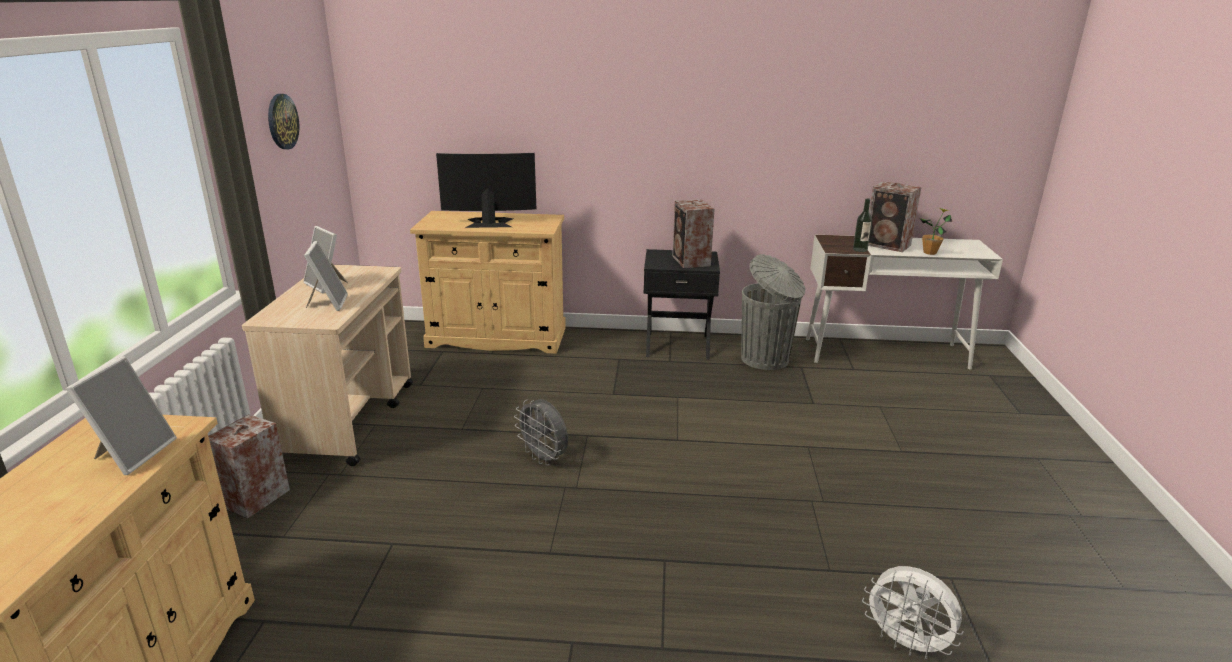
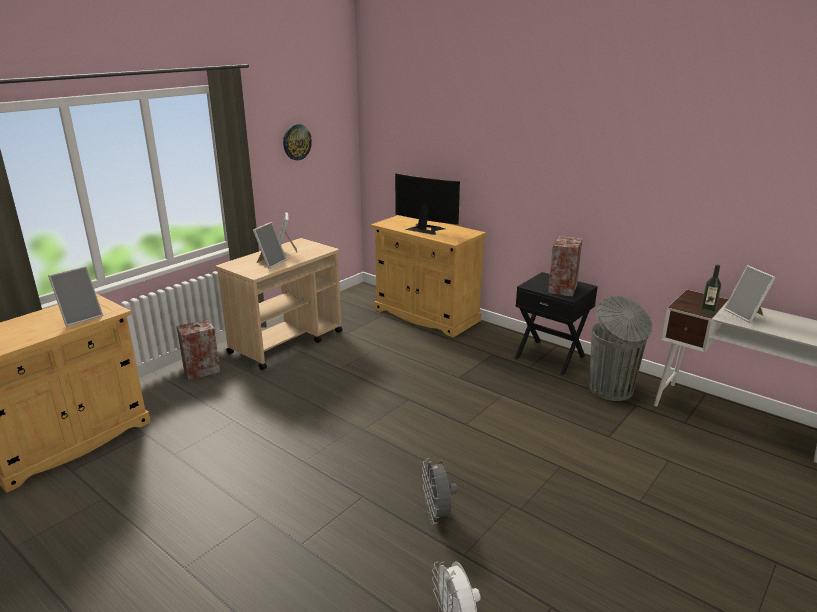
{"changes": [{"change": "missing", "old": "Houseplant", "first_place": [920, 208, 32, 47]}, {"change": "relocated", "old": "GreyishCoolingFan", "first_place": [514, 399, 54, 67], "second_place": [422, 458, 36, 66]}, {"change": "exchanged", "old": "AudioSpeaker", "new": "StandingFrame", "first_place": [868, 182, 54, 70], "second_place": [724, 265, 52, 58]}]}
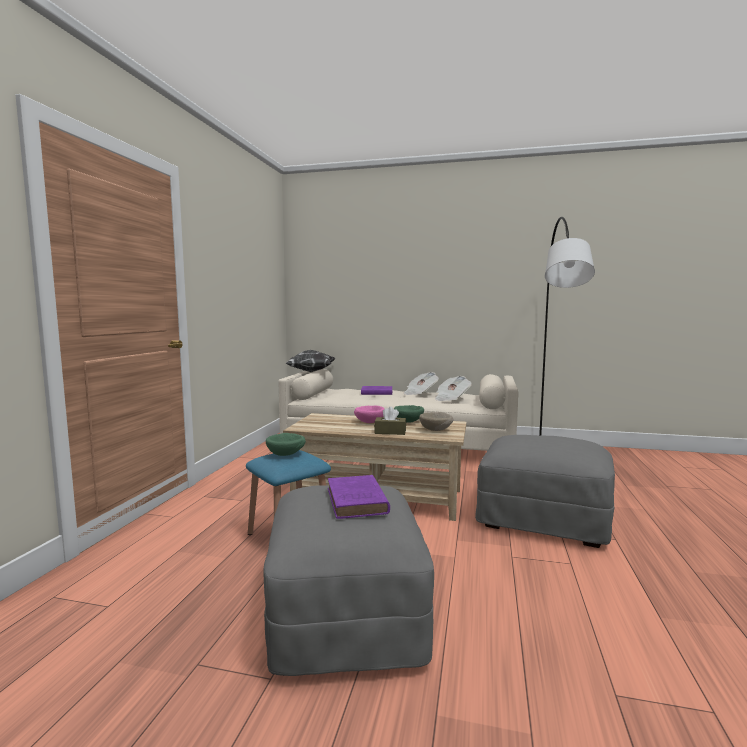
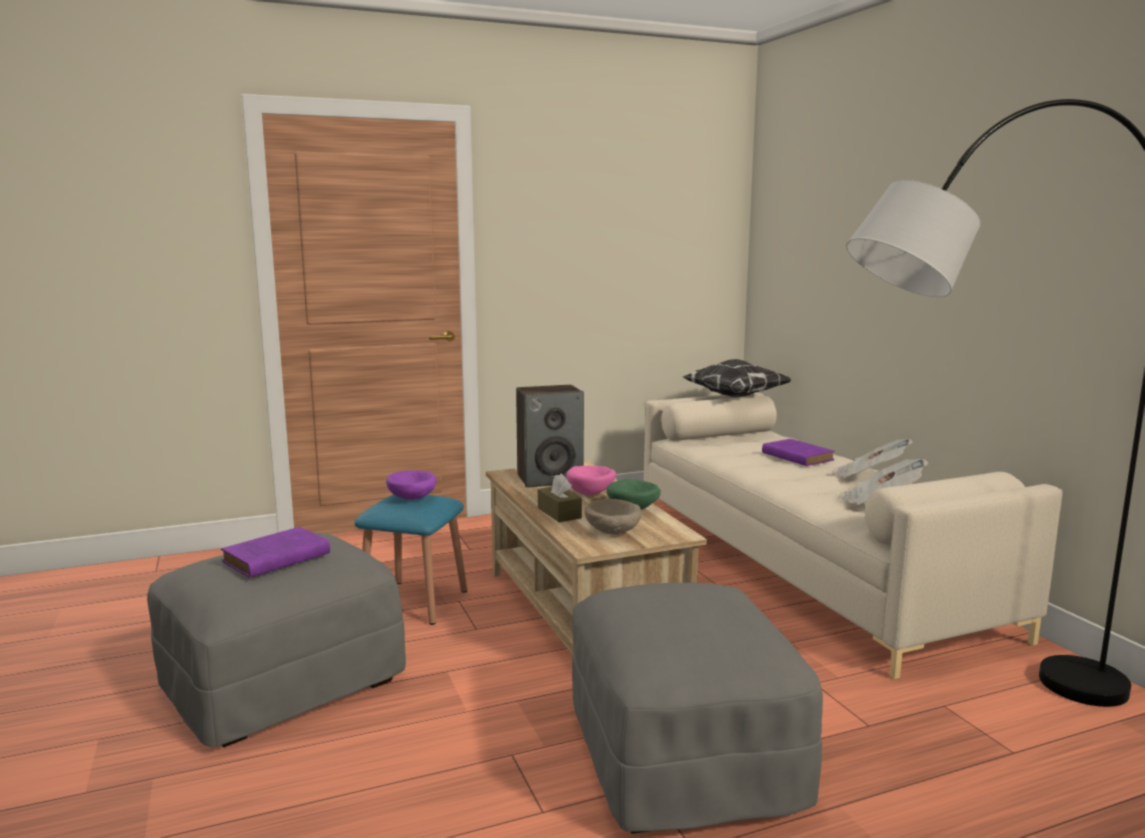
{"changes": [{"change": "appeared", "new": "AudioSpeaker", "second_place": [516, 385, 68, 103]}, {"change": "colour", "old": "GreenColouredBowl", "new": "PurpleColouredBowl", "first_place": [266, 433, 40, 23], "second_place": [386, 470, 51, 30]}]}
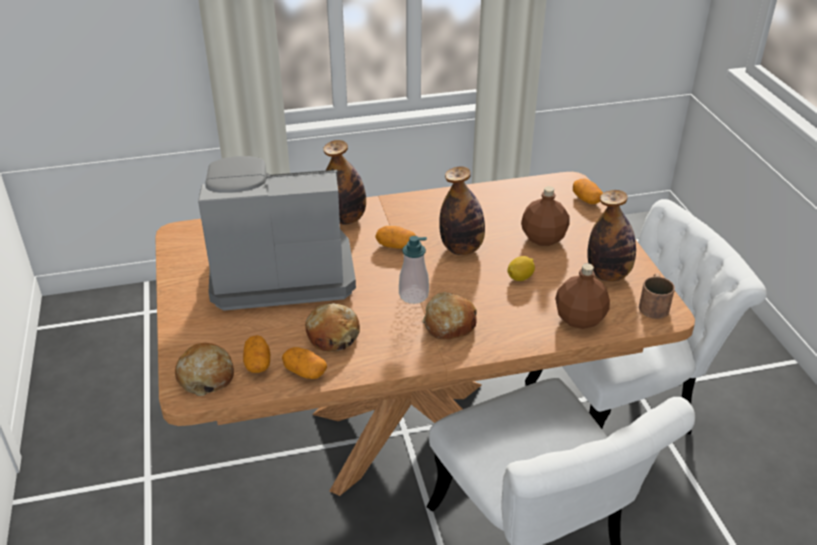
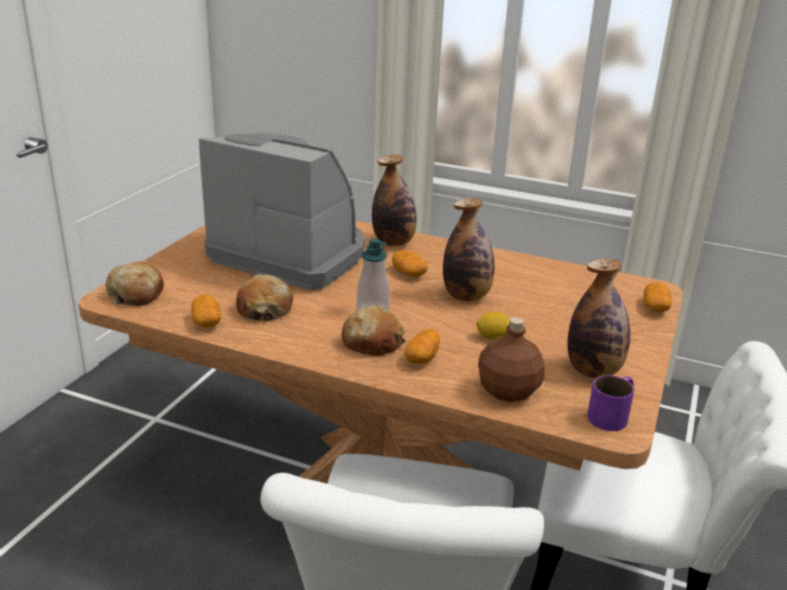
{"changes": [{"change": "missing", "old": "BrownishBeverageBottle", "first_place": [521, 186, 49, 60]}, {"change": "relocated", "old": "Potato", "first_place": [243, 335, 28, 38], "second_place": [404, 329, 36, 35]}, {"change": "colour", "old": "BrownishCoffeeMug", "new": "PurpleColouredCoffeeMug", "first_place": [639, 273, 36, 46], "second_place": [587, 375, 47, 56]}]}
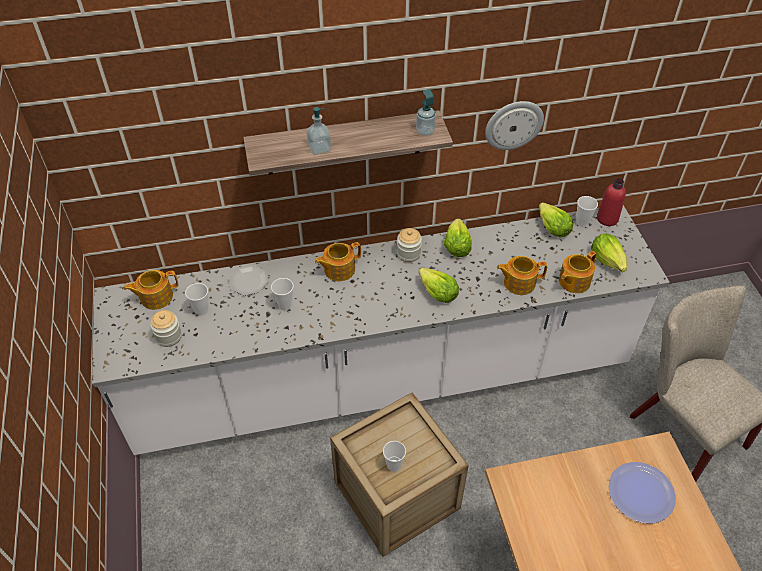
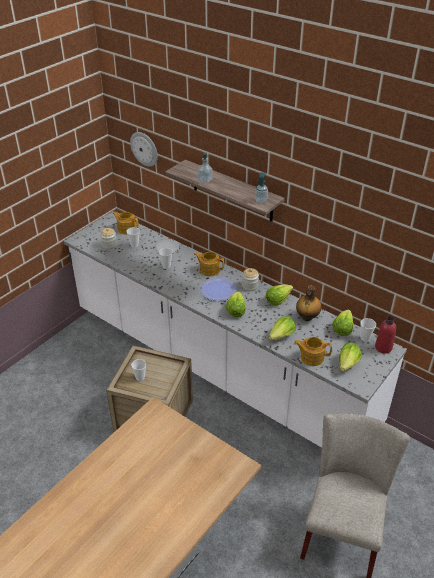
{"changes": [{"change": "appeared", "new": "BeverageBottle", "second_place": [296, 285, 25, 36]}, {"change": "relocated", "old": "HangingClock", "first_place": [485, 101, 59, 49], "second_place": [130, 132, 28, 35]}, {"change": "relocated", "old": "Plate", "first_place": [608, 462, 68, 62], "second_place": [200, 277, 37, 24]}, {"change": "exchanged", "old": "TeaPot", "new": "Lettuce", "first_place": [497, 256, 50, 39], "second_place": [268, 316, 28, 24]}]}
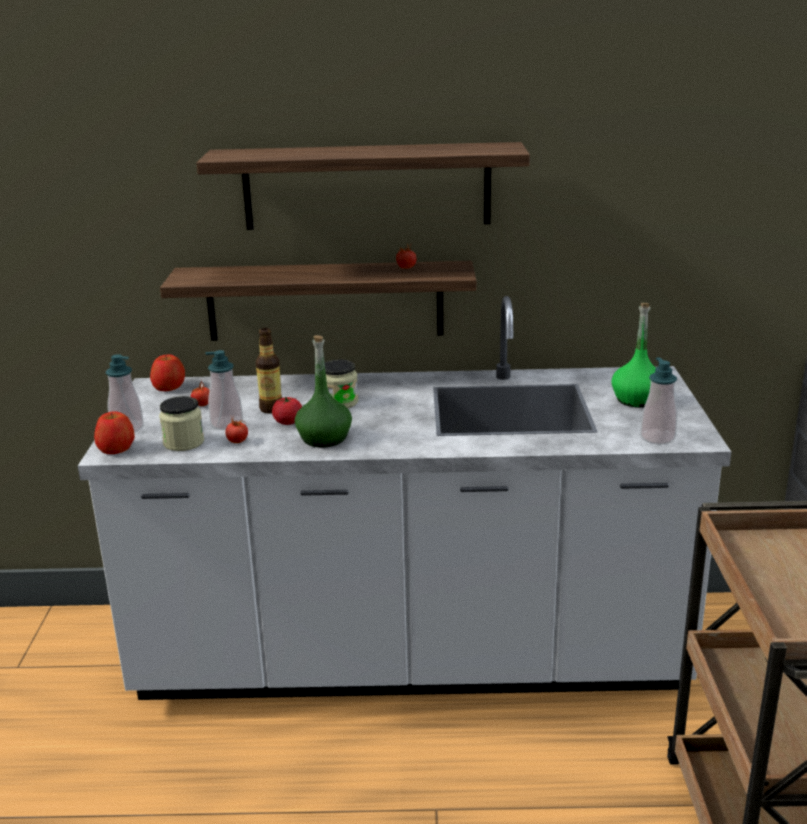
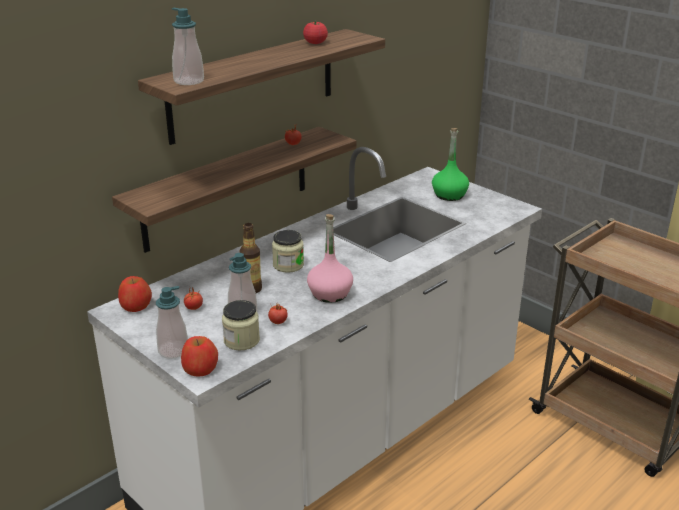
{"changes": [{"change": "relocated", "old": "WholeTomato", "first_place": [272, 397, 30, 28], "second_place": [303, 21, 25, 23]}, {"change": "relocated", "old": "SoapDispenser", "first_place": [640, 357, 37, 87], "second_place": [172, 8, 32, 77]}, {"change": "colour", "old": "GreenColouredBeverageBottle", "new": "PinkishBeverageBottle", "first_place": [295, 335, 57, 112], "second_place": [307, 214, 46, 89]}]}
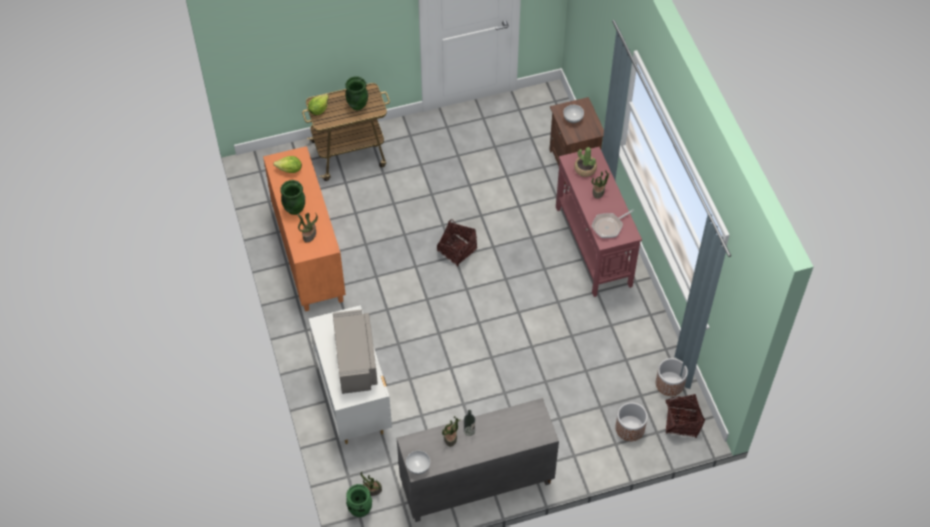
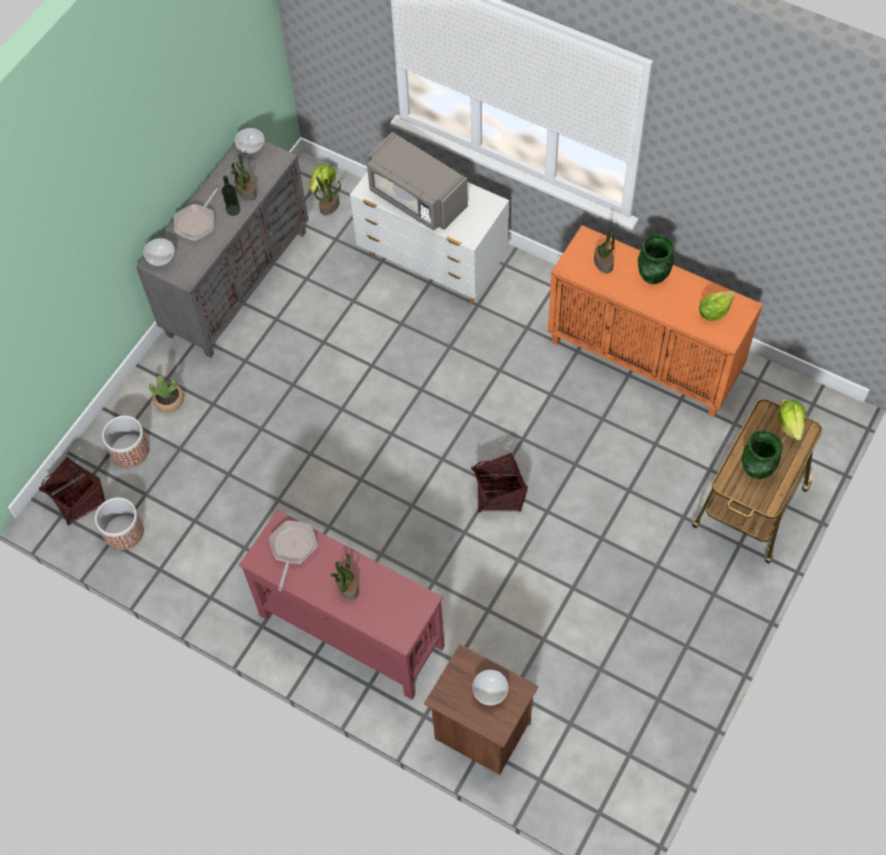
{"changes": [{"change": "appeared", "new": "Bowl", "second_place": [143, 238, 32, 29]}, {"change": "appeared", "new": "Skillet", "second_place": [174, 188, 44, 53]}, {"change": "relocated", "old": "Houseplant", "first_place": [574, 147, 23, 30], "second_place": [149, 375, 35, 37]}, {"change": "exchanged", "old": "GreenColouredVase", "new": "Lettuce", "first_place": [346, 484, 26, 33], "second_place": [308, 164, 28, 29]}]}
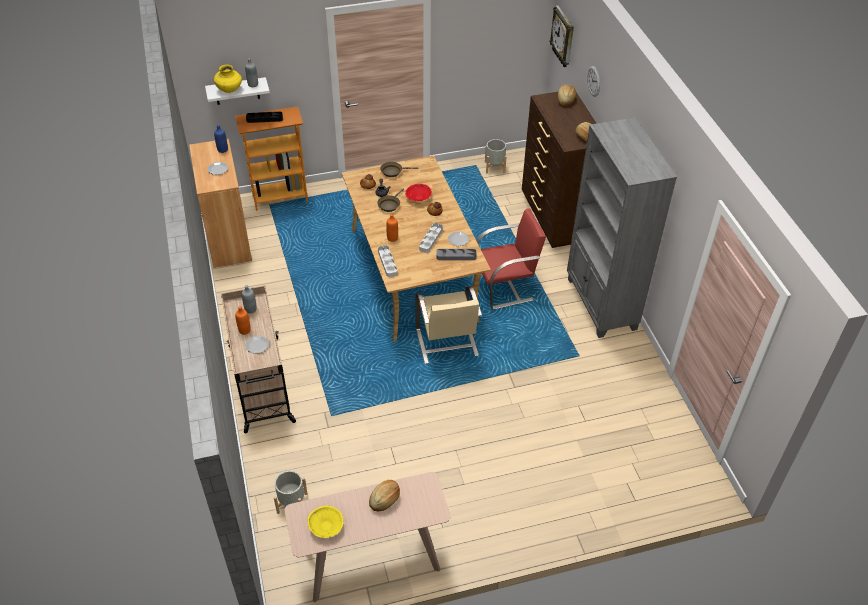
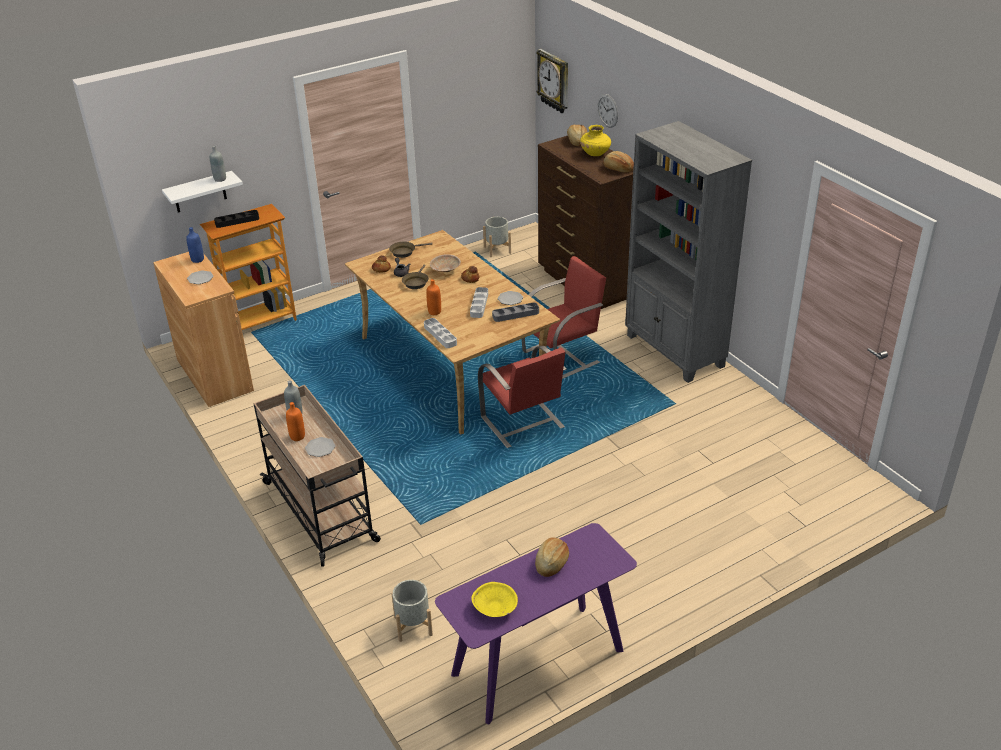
{"changes": [{"change": "relocated", "old": "YellowVase", "first_place": [214, 65, 28, 28], "second_place": [580, 125, 31, 31]}, {"change": "colour", "old": "BeigeColouredHallTable", "new": "PurpleColouredHallTable", "first_place": [285, 472, 166, 130], "second_place": [435, 523, 202, 202]}, {"change": "colour", "old": "RedColouredBowl", "new": "BeigeColouredBowl", "first_place": [405, 184, 27, 17], "second_place": [430, 254, 31, 18]}, {"change": "colour", "old": "BeigeColouredPlainChair", "new": "RedColouredPlainChair", "first_place": [415, 286, 67, 78], "second_place": [478, 346, 89, 102]}]}
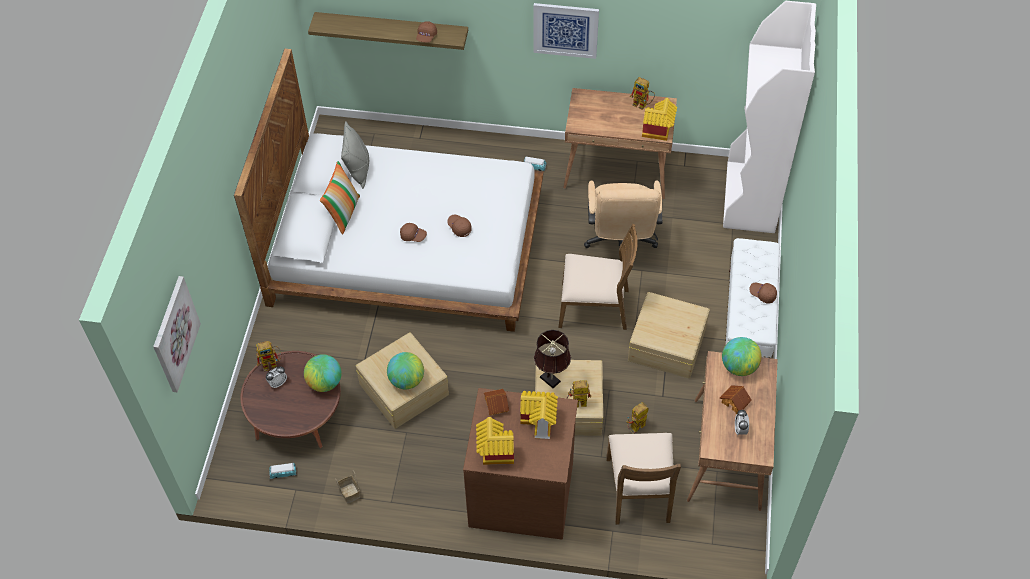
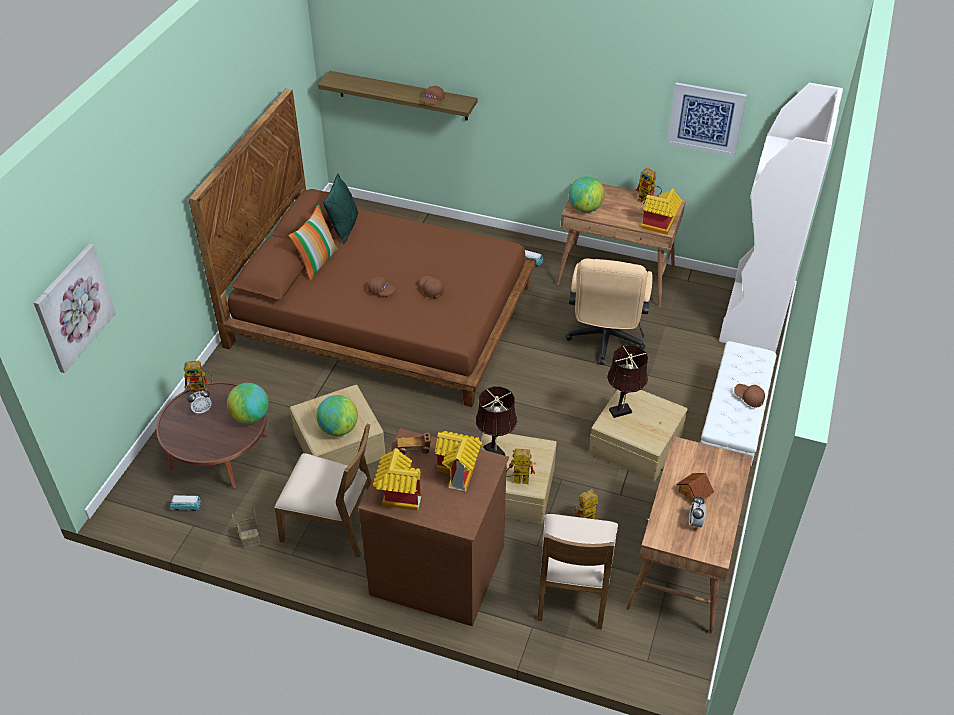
{"changes": [{"change": "appeared", "new": "BrownishLampForATable", "second_place": [607, 345, 41, 73]}, {"change": "relocated", "old": "Picture", "first_place": [533, 3, 66, 56], "second_place": [667, 82, 80, 75]}, {"change": "relocated", "old": "BrownishPlainChair", "first_place": [558, 224, 79, 106], "second_place": [274, 424, 98, 133]}, {"change": "relocated", "old": "Globe", "first_place": [722, 337, 40, 39], "second_place": [569, 176, 36, 37]}, {"change": "exchanged", "old": "ModelHouse", "new": "ToyCar", "first_place": [484, 389, 25, 27], "second_place": [397, 432, 34, 23]}, {"change": "colour", "old": "WhiteBed", "new": "BrownishBed", "first_place": [234, 49, 309, 283], "second_place": [189, 88, 347, 319]}, {"change": "colour", "old": "GreyishCushion", "new": "GreenColouredCushion", "first_place": [341, 121, 29, 68], "second_place": [323, 173, 35, 71]}]}
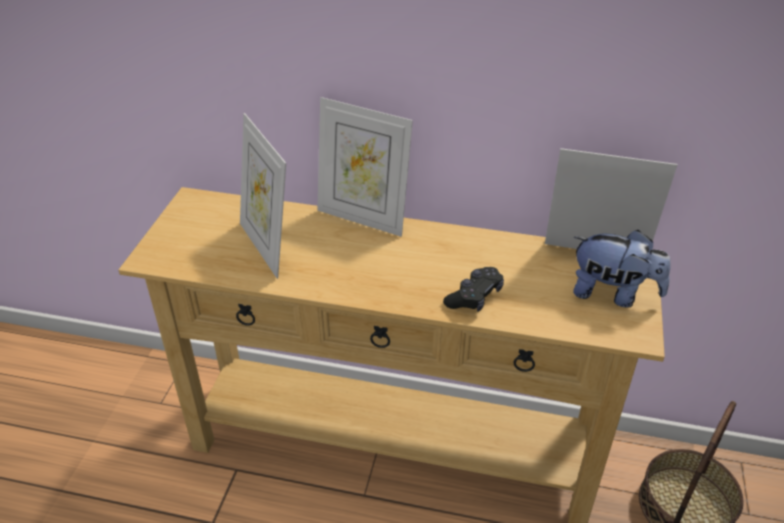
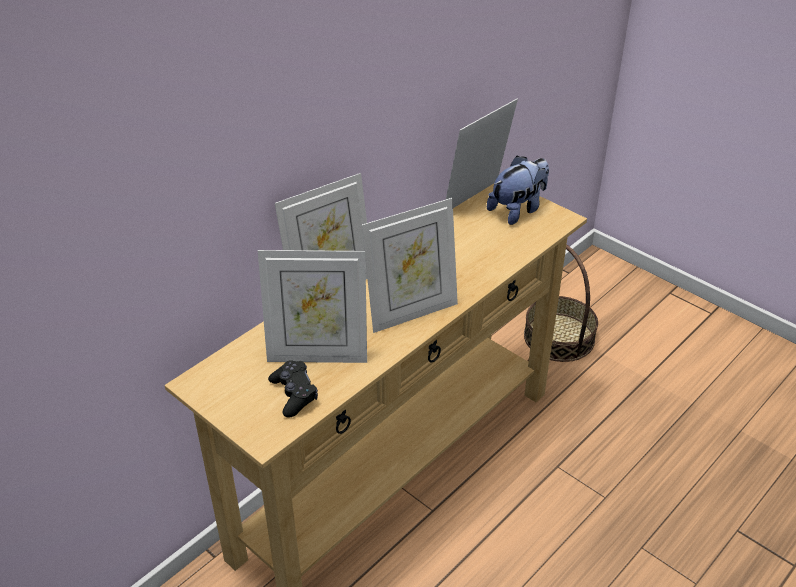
{"changes": [{"change": "appeared", "new": "StandingFrame", "second_place": [362, 198, 96, 135]}, {"change": "relocated", "old": "BlackColouredJoypad", "first_place": [443, 267, 61, 45], "second_place": [268, 360, 50, 58]}]}
